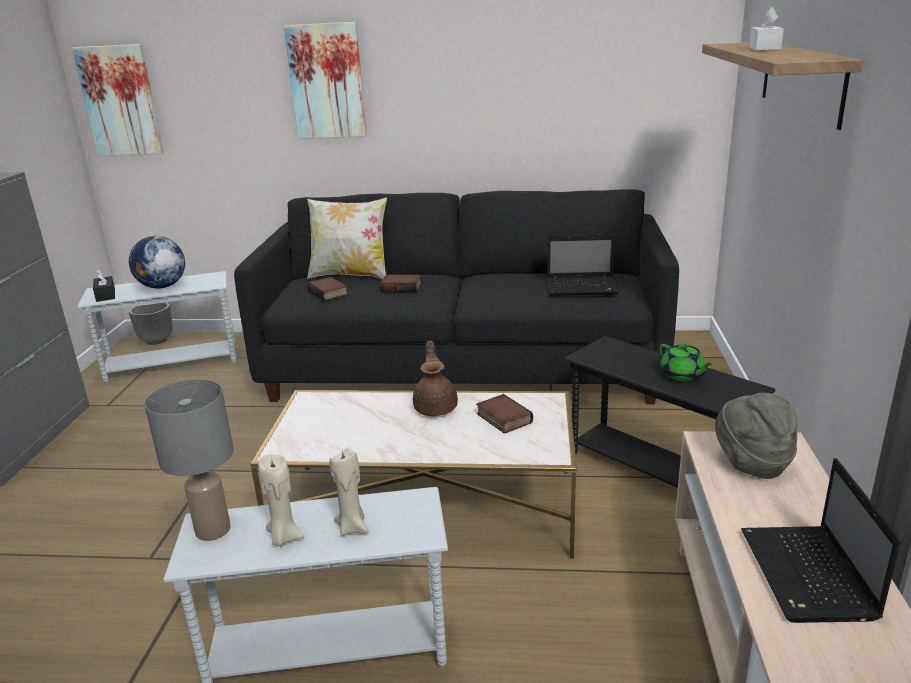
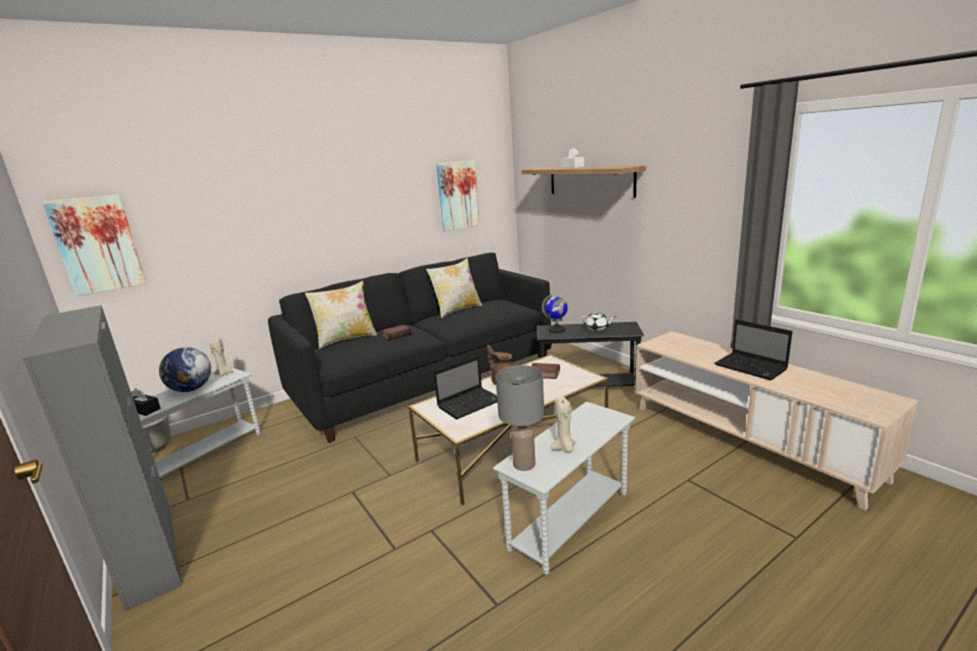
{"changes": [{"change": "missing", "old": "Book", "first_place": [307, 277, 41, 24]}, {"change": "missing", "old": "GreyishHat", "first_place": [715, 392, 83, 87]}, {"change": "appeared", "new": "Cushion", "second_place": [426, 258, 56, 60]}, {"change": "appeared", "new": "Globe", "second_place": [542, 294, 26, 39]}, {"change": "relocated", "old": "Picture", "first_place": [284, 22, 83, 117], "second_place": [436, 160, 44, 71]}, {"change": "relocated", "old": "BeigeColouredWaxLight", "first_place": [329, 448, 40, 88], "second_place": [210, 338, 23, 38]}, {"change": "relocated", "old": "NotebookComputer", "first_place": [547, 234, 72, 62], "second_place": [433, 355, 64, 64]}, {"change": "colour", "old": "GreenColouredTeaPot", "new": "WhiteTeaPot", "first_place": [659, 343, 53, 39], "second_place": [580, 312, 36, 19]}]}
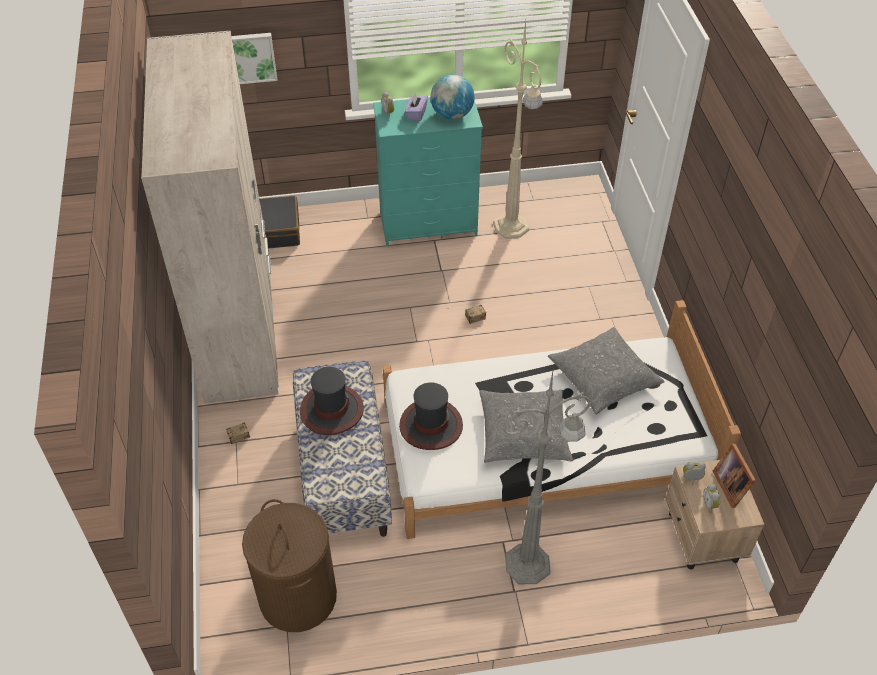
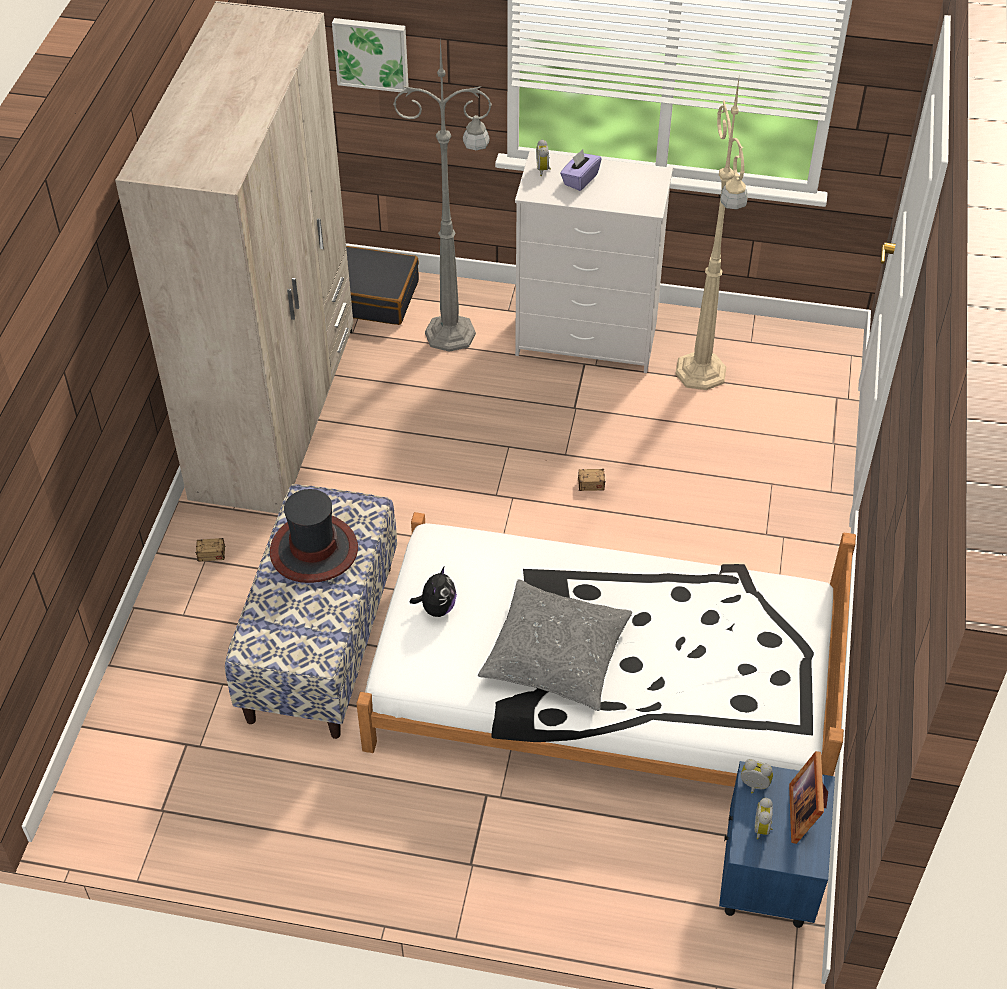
{"changes": [{"change": "missing", "old": "BrownishWashingBasket", "first_place": [242, 499, 95, 133]}, {"change": "missing", "old": "Globe", "first_place": [431, 74, 44, 46]}, {"change": "missing", "old": "GreyishCushion", "first_place": [548, 327, 117, 87]}, {"change": "relocated", "old": "GreyishFloorLamp", "first_place": [502, 371, 89, 213], "second_place": [393, 40, 99, 312]}, {"change": "exchanged", "old": "Hat", "new": "PlushToy", "first_place": [399, 382, 64, 68], "second_place": [410, 567, 47, 50]}, {"change": "colour", "old": "TurquoiseColouredDresser", "new": "WhiteDresser", "first_place": [373, 97, 110, 149], "second_place": [515, 151, 158, 222]}, {"change": "colour", "old": "BeigeColouredBedsideTable", "new": "BlueBedsideTable", "first_place": [665, 460, 100, 110], "second_place": [719, 761, 116, 167]}]}
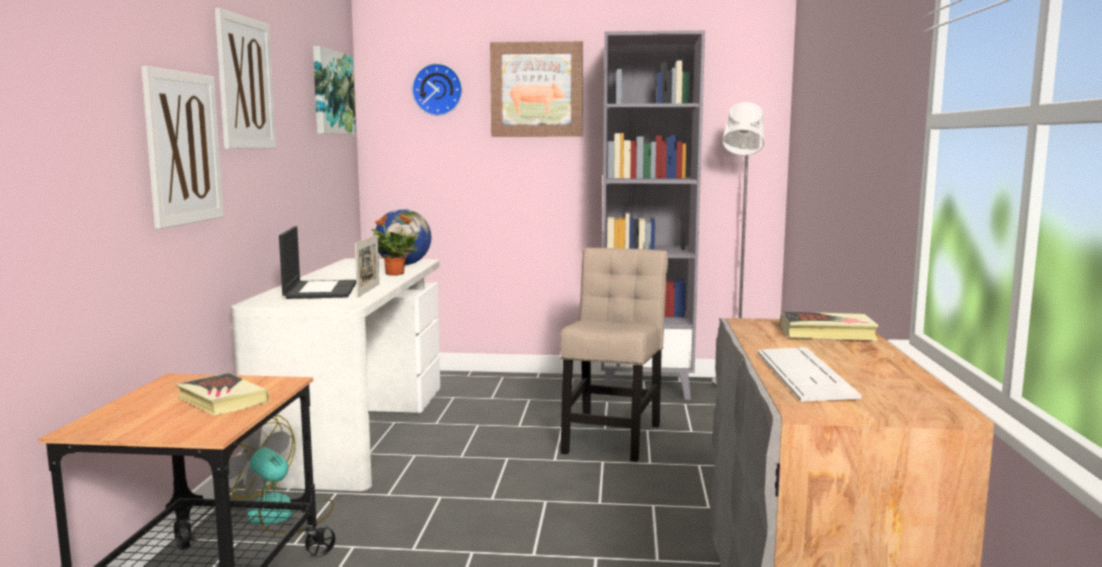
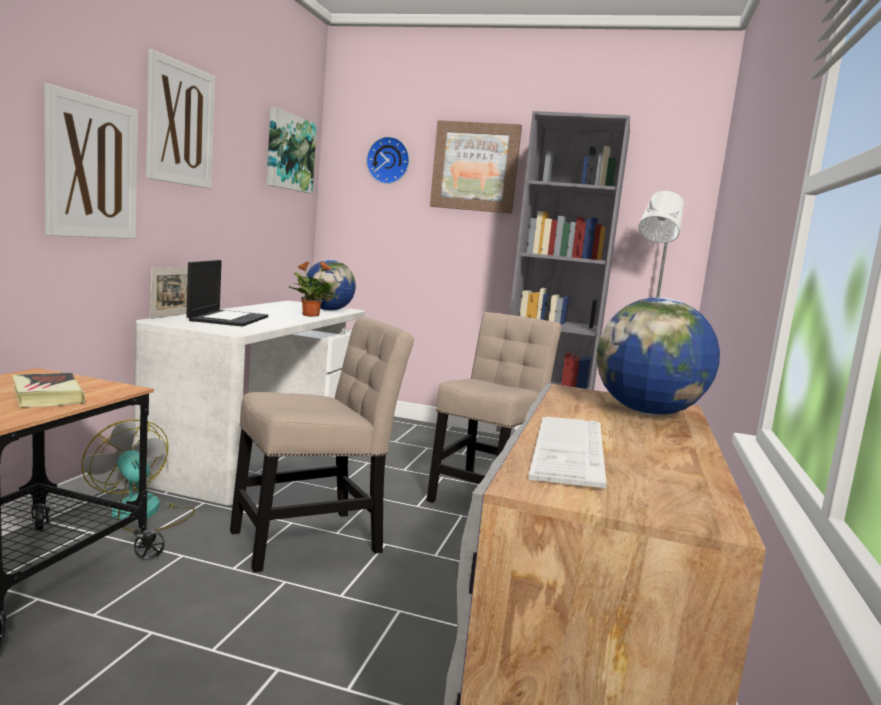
{"changes": [{"change": "appeared", "new": "BeigeColouredPlainChair", "second_place": [230, 317, 184, 255]}, {"change": "relocated", "old": "StandingFrame", "first_place": [355, 235, 24, 63], "second_place": [150, 267, 38, 52]}, {"change": "exchanged", "old": "Book", "new": "Globe", "first_place": [780, 312, 99, 29], "second_place": [597, 297, 123, 118]}]}
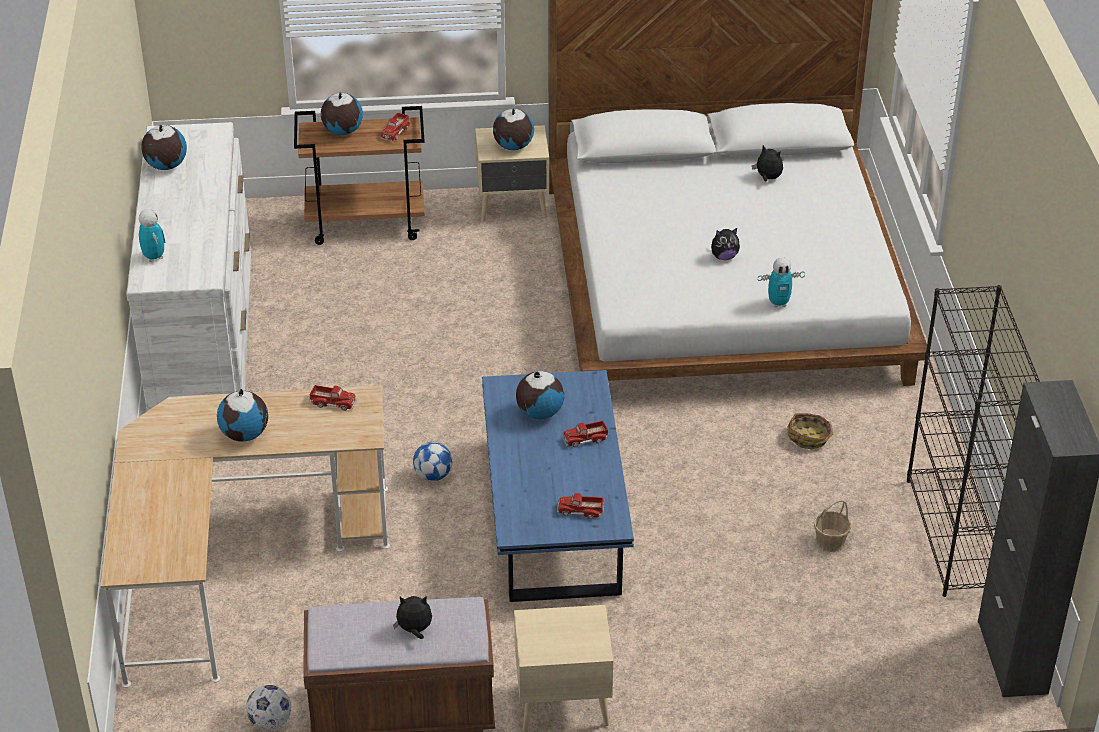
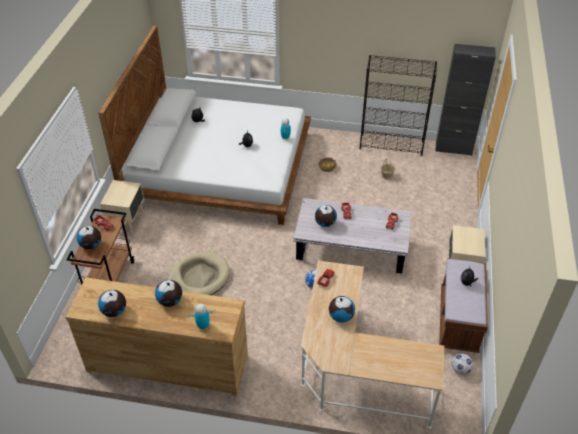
{"changes": [{"change": "appeared", "new": "BeigeColouredDogCushion", "second_place": [168, 252, 62, 43]}, {"change": "relocated", "old": "Globe", "first_place": [493, 108, 41, 42], "second_place": [155, 280, 27, 27]}, {"change": "colour", "old": "WhiteDresser", "new": "BrownishDresser", "first_place": [126, 122, 125, 289], "second_place": [65, 277, 183, 119]}, {"change": "colour", "old": "BlueLowTable", "new": "WhiteLowTable", "first_place": [482, 370, 152, 232], "second_place": [293, 198, 118, 76]}]}
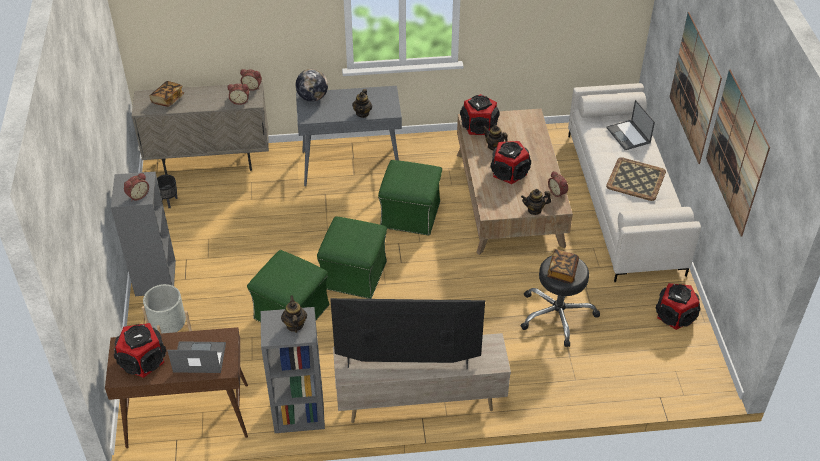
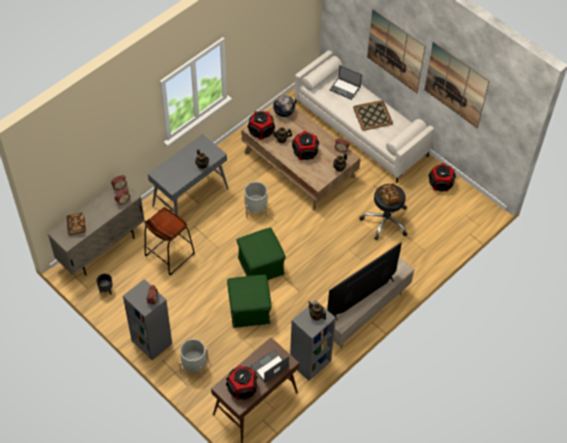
{"changes": [{"change": "appeared", "new": "BrownishStoolSeat", "second_place": [144, 207, 51, 69]}, {"change": "relocated", "old": "Globe", "first_place": [296, 69, 32, 33], "second_place": [273, 95, 22, 22]}, {"change": "exchanged", "old": "GreenColouredPouffe", "new": "GreyishPlantPot", "first_place": [378, 160, 64, 75], "second_place": [244, 182, 24, 36]}]}
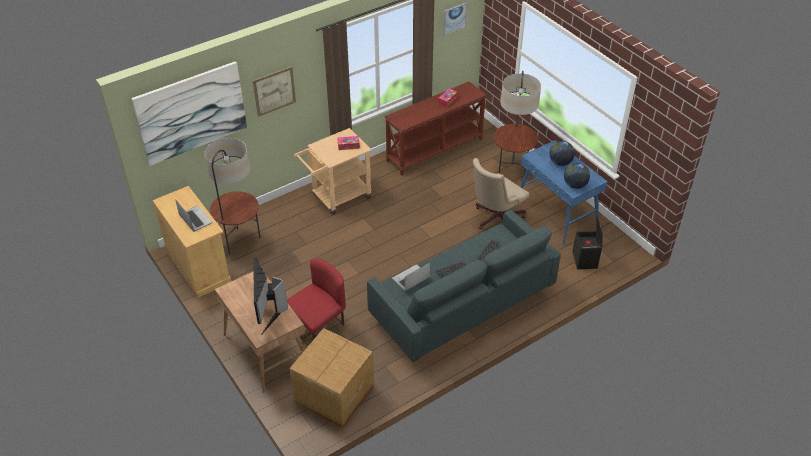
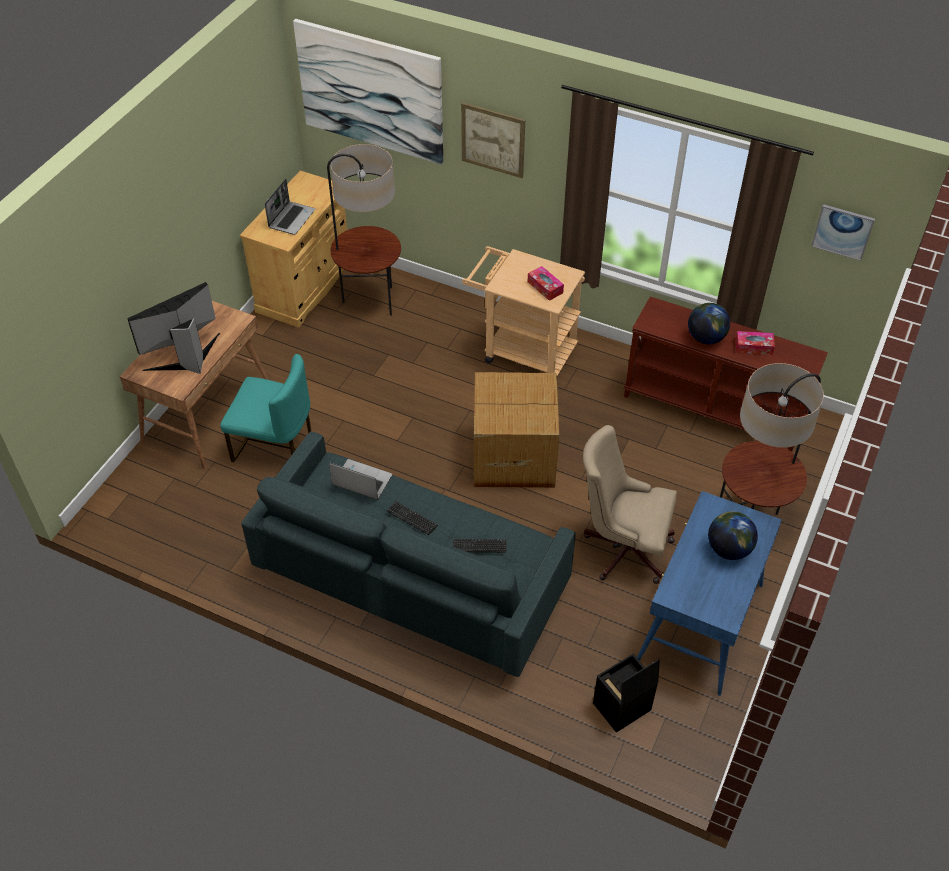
{"changes": [{"change": "relocated", "old": "Carton", "first_place": [289, 328, 85, 100], "second_place": [474, 372, 85, 116]}, {"change": "relocated", "old": "Globe", "first_place": [564, 163, 26, 26], "second_place": [688, 303, 42, 41]}, {"change": "colour", "old": "RedColouredPlainChair", "new": "TurquoiseColouredPlainChair", "first_place": [287, 258, 59, 87], "second_place": [220, 354, 92, 108]}]}
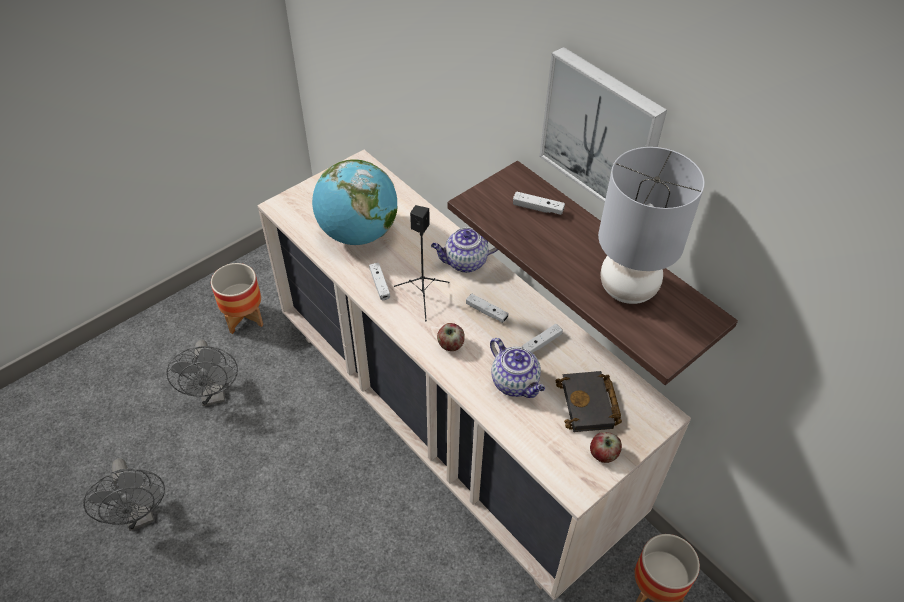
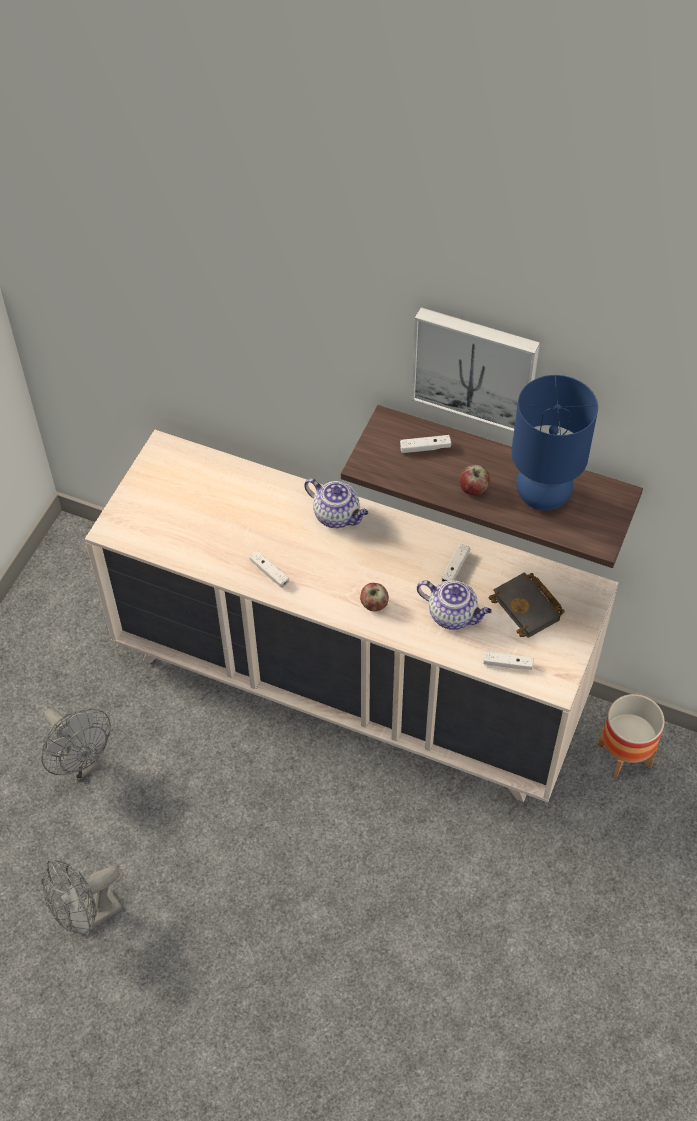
{"changes": [{"change": "missing", "old": "PlantPot", "first_place": [211, 263, 52, 71]}, {"change": "missing", "old": "Globe", "first_place": [312, 159, 86, 86]}, {"change": "missing", "old": "BlackColouredAudioSpeaker", "first_place": [394, 205, 55, 116]}, {"change": "relocated", "old": "WhiteJoypad", "first_place": [466, 294, 42, 29], "second_place": [483, 651, 51, 19]}, {"change": "relocated", "old": "WholeApple", "first_place": [590, 432, 32, 31], "second_place": [460, 465, 30, 30]}, {"change": "colour", "old": "GreyishLampForATable", "new": "BlueLampForATable", "first_place": [598, 147, 107, 157], "second_place": [511, 375, 87, 136]}, {"change": "spun", "old": "GreyishCoolingFan", "first_place": [83, 458, 82, 73], "second_place": [41, 859, 82, 77], "degrees": 105}, {"change": "spun", "old": "TeaPot", "first_place": [431, 227, 67, 46], "second_place": [304, 478, 65, 50], "degrees": -105}]}
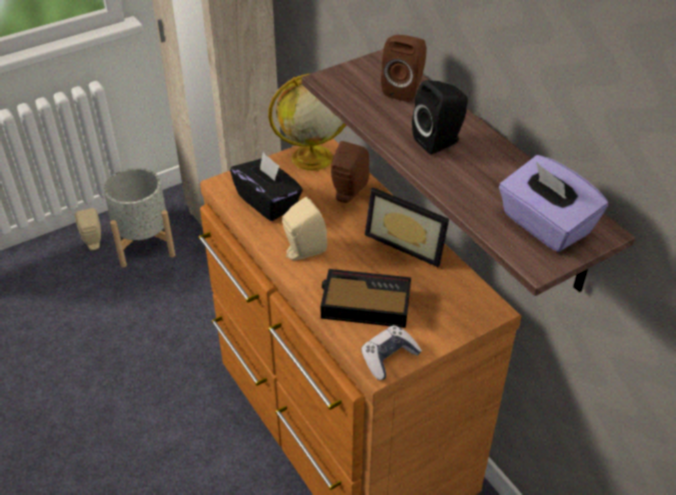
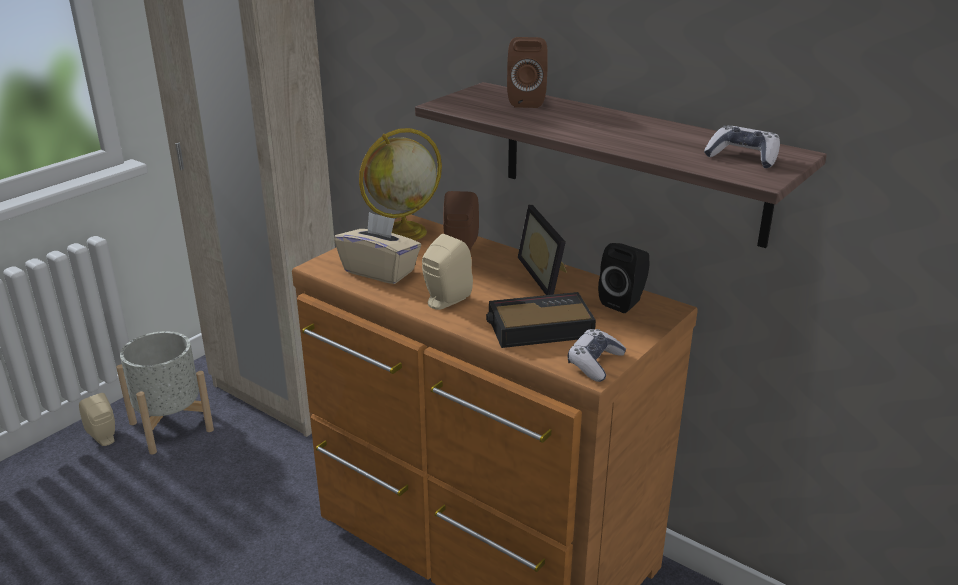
{"changes": [{"change": "relocated", "old": "BlackColouredAudioSpeaker", "first_place": [412, 80, 56, 74], "second_place": [598, 243, 52, 70]}, {"change": "exchanged", "old": "PurpleColouredTissueHolder", "new": "Joypad", "first_place": [499, 155, 109, 97], "second_place": [704, 125, 76, 43]}, {"change": "colour", "old": "BlackColouredTissueHolder", "new": "BeigeColouredTissueHolder", "first_place": [230, 152, 73, 69], "second_place": [334, 212, 87, 72]}, {"change": "spun", "old": "StandingFrame", "first_place": [365, 187, 84, 80], "second_place": [518, 205, 49, 90], "degrees": 60}]}
